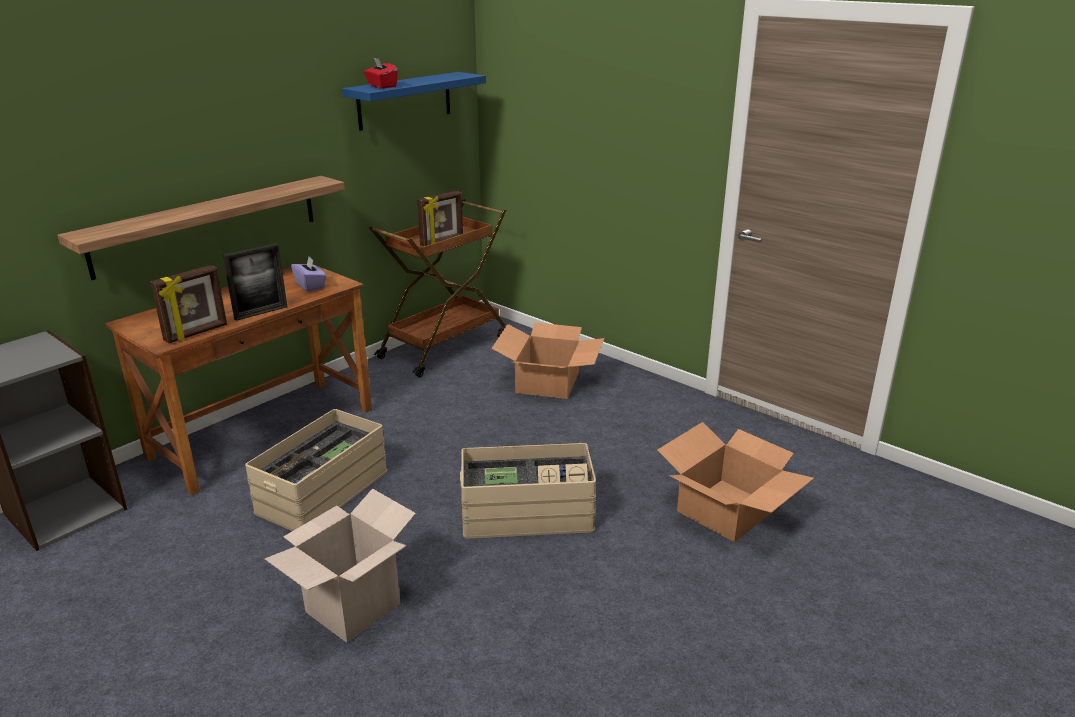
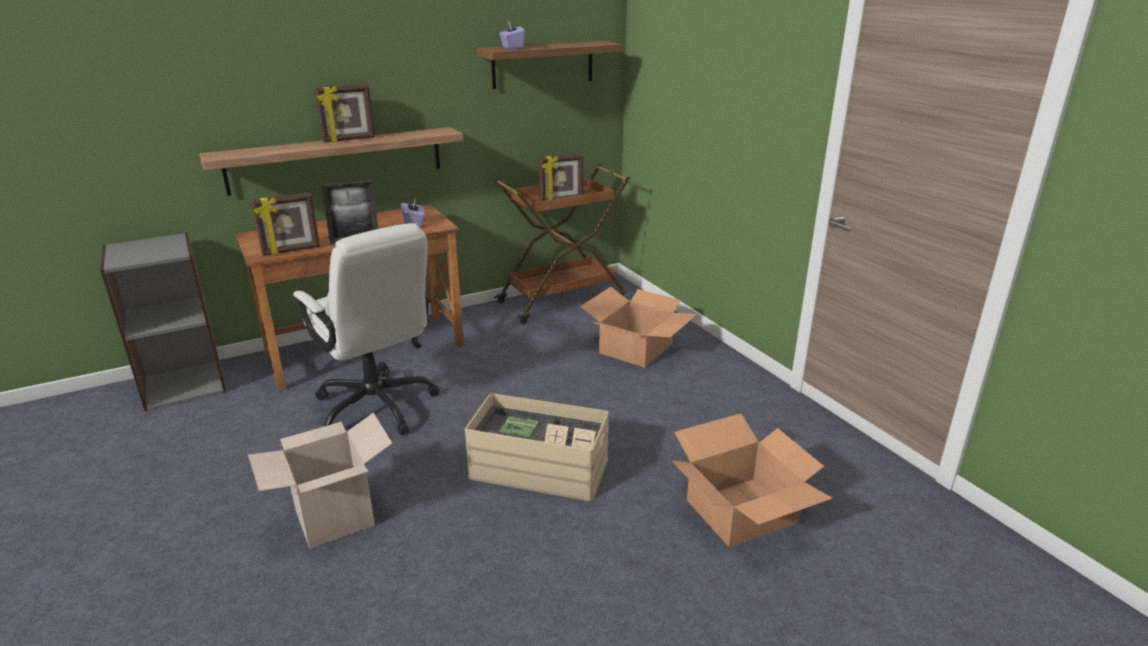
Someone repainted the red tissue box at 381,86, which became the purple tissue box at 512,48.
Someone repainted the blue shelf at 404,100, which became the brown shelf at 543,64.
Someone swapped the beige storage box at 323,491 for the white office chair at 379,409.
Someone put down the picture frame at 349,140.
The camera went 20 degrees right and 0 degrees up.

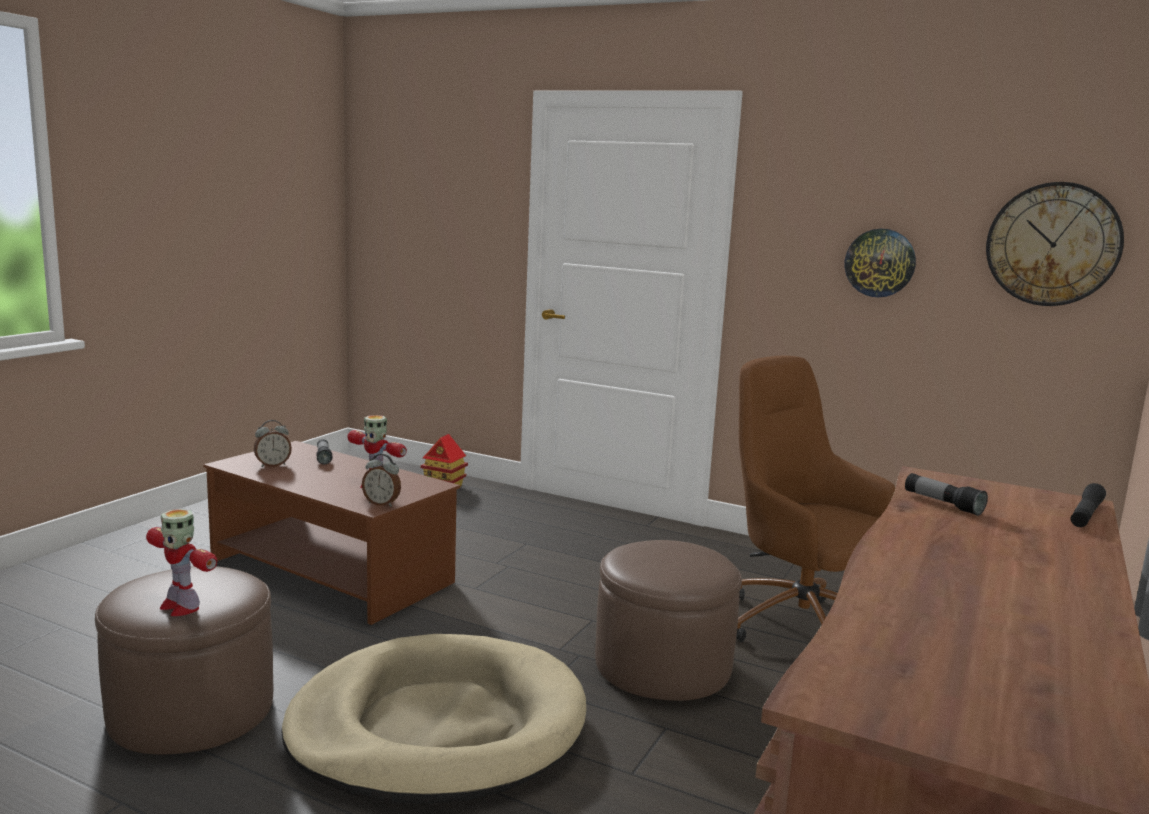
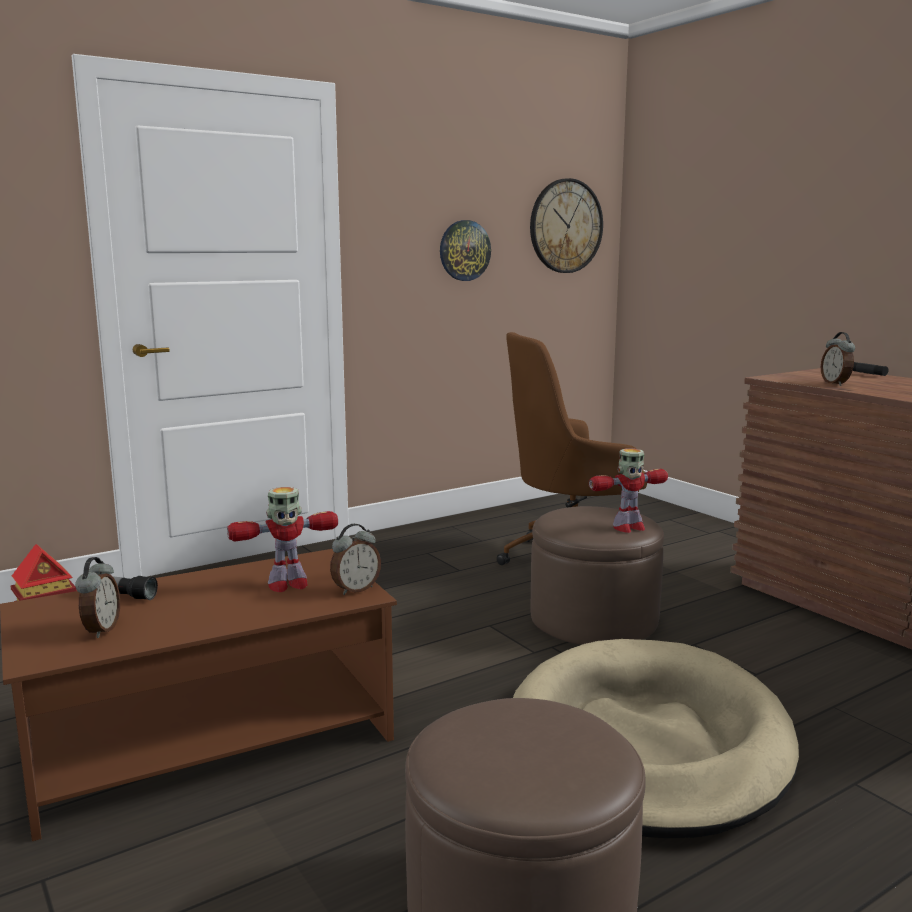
Someone swapped the flashlight at 942,504 for the alarm clock at 836,384.
Someone carried the toy robot from 180,606 to 628,527.
The camera went 60 degrees left and 0 degrees up.

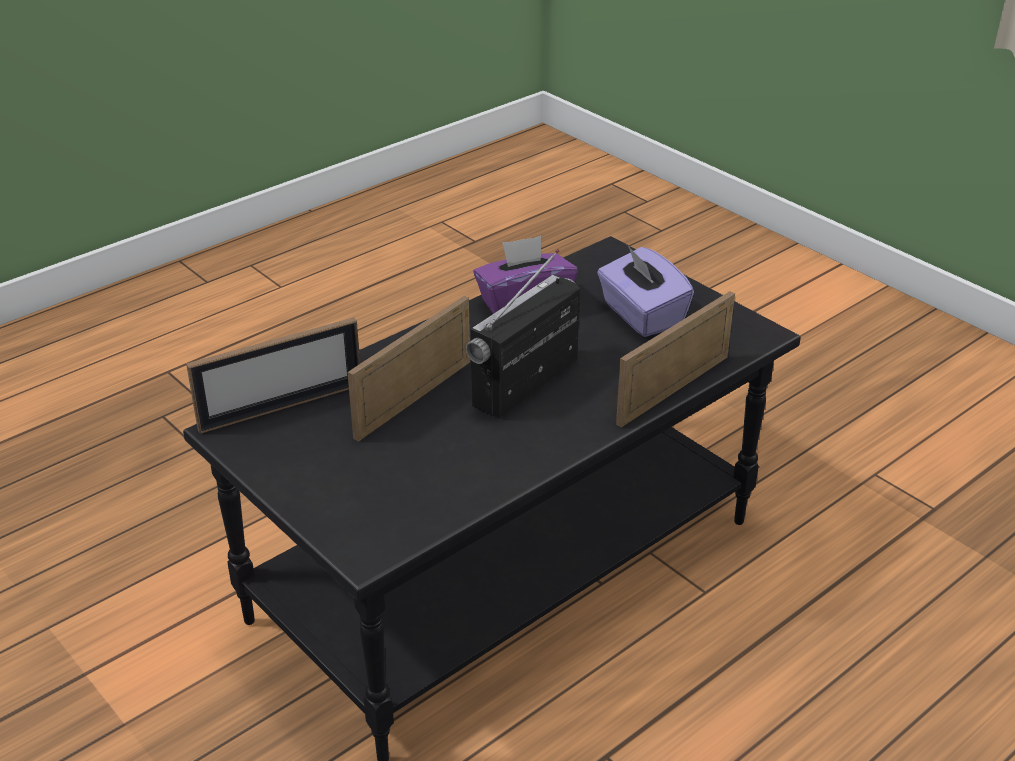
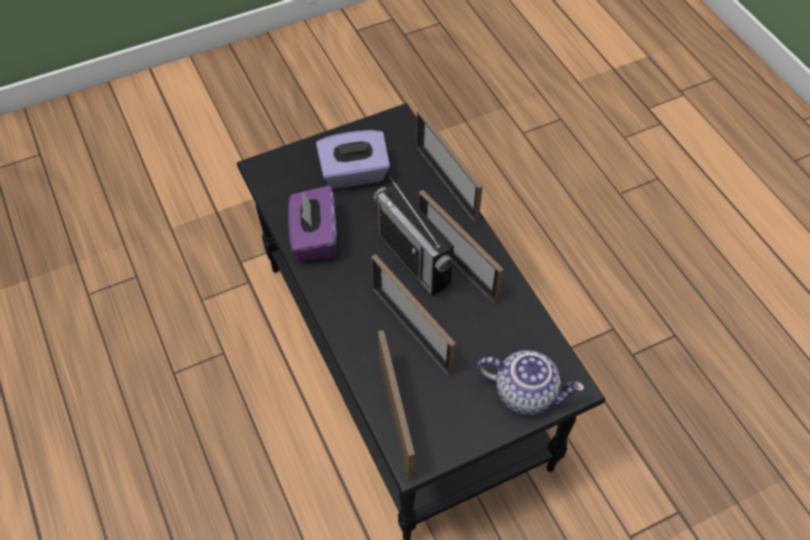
Someone put down the picture frame at 457,262.
Someone put down the teapot at 526,392.
The camera went 75 degrees left and 20 degrees up.

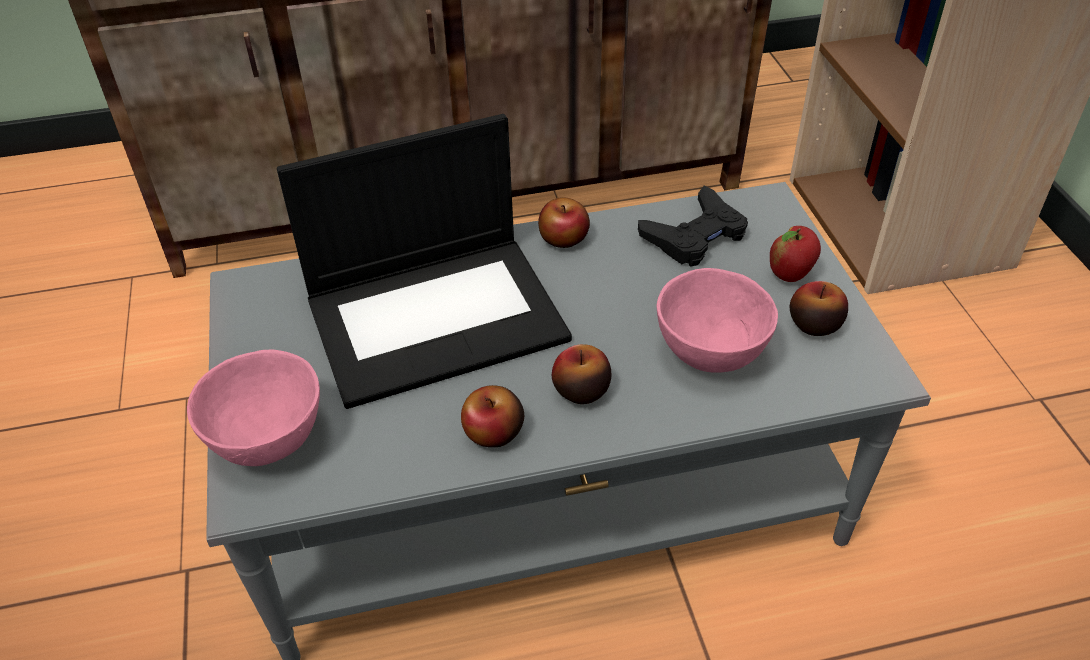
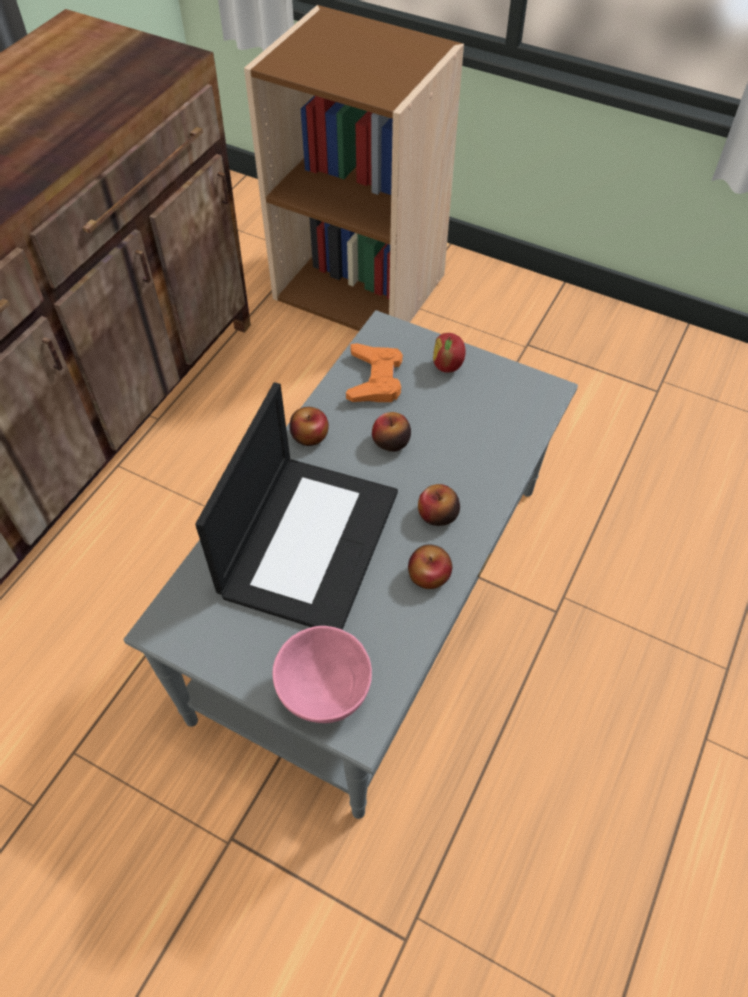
Someone repainted the black game controller at 695,235, which became the orange game controller at 375,379.
Someone took away the pink bowl at 709,352.
Someone carried the apple from 814,324 to 391,442.
The camera went 50 degrees left and 10 degrees up.

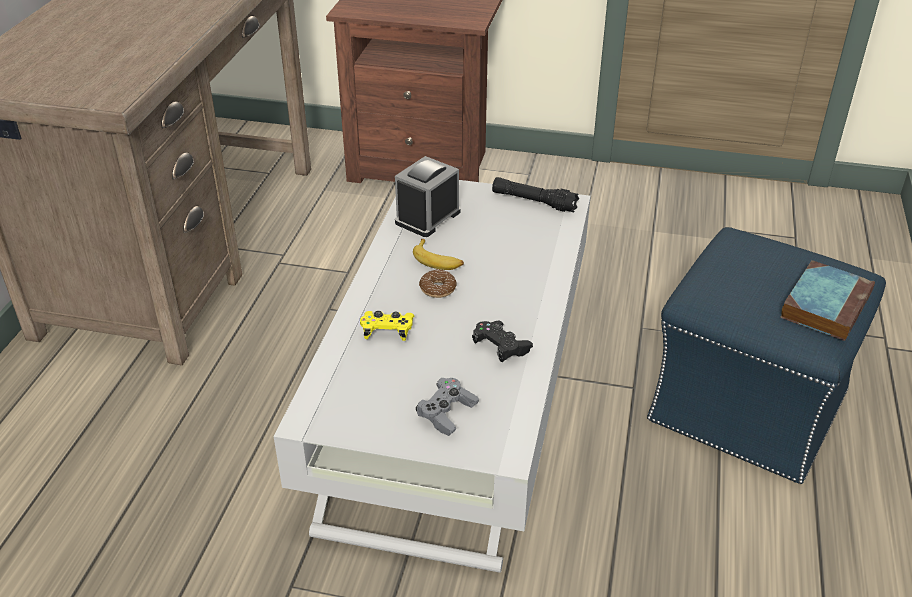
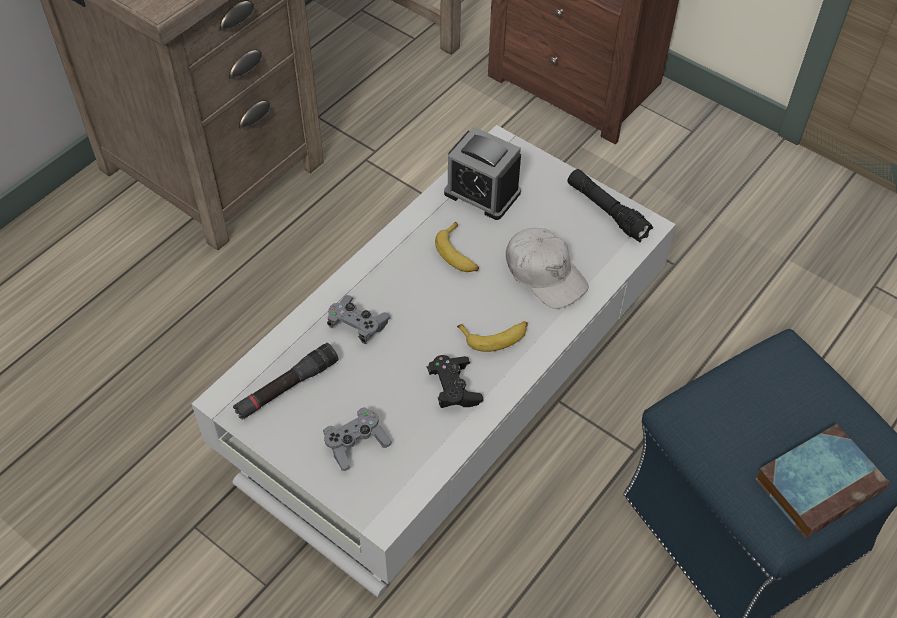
Someone rotated the alarm clock at 428,217 by 120 degrees counterclockwise.
Someone took away the donut at 437,289.
Someone repainted the yellow game controller at 387,332, which became the grey game controller at 358,325.
Someone put down the white cap at 545,274.
Someone put down the banana at 495,336.
Someone put down the black flashlight at 287,387.
The camera went 25 degrees right and 15 degrees up.

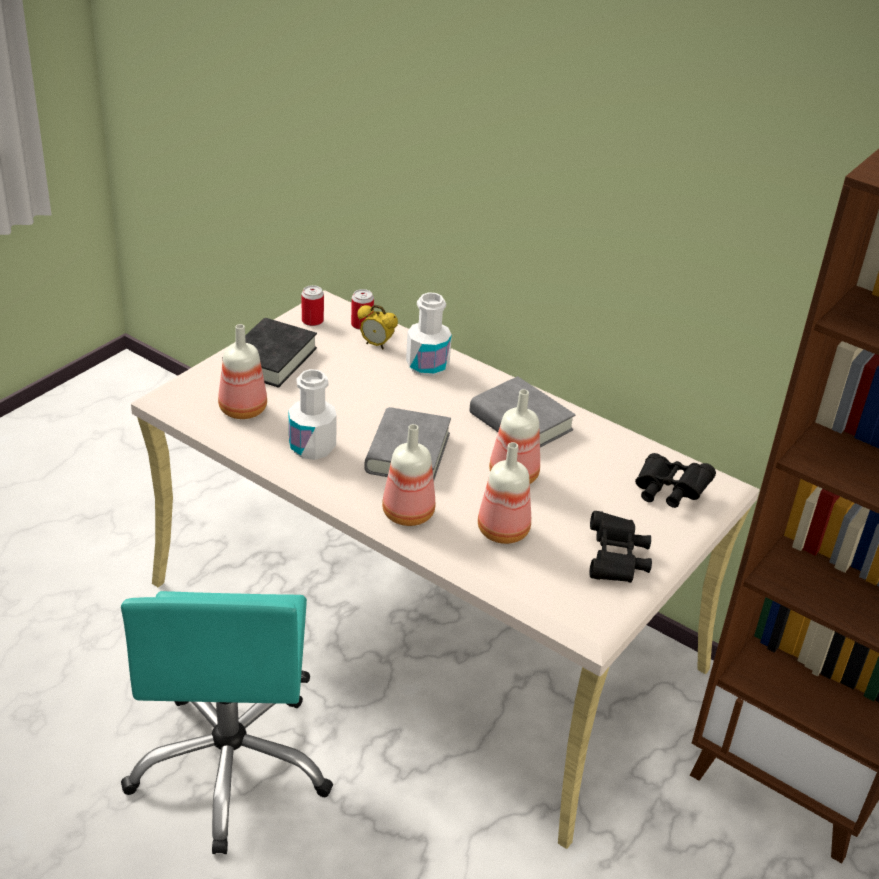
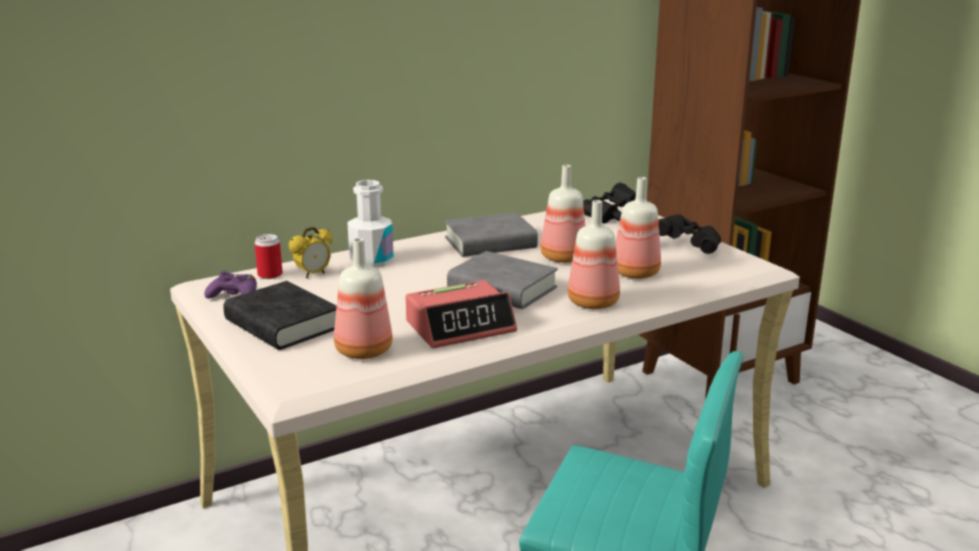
Someone swapped the can at 312,321 for the purple game controller at 234,295.
Someone swapped the white bottle at 312,447 for the alarm clock at 461,327.
The camera went 65 degrees left and 15 degrees down.

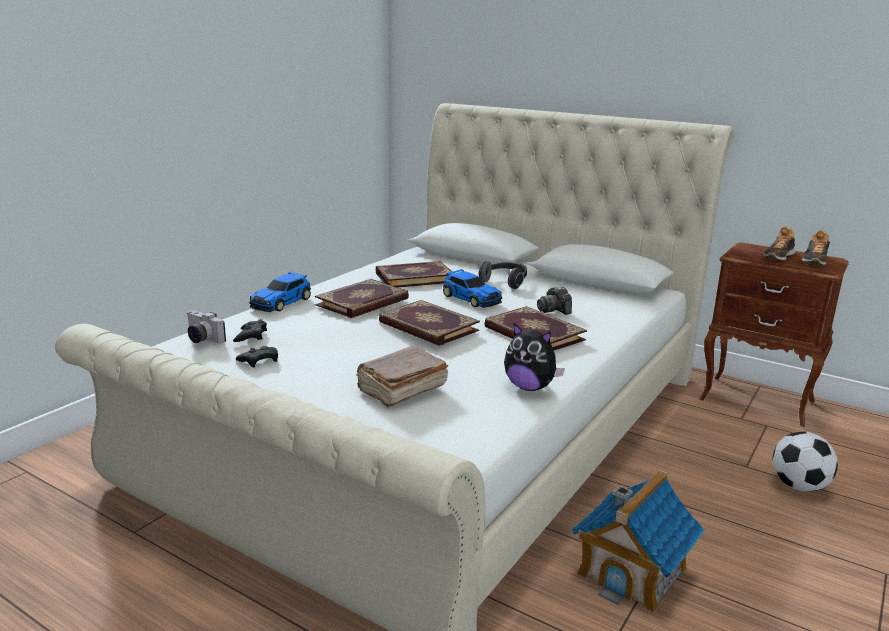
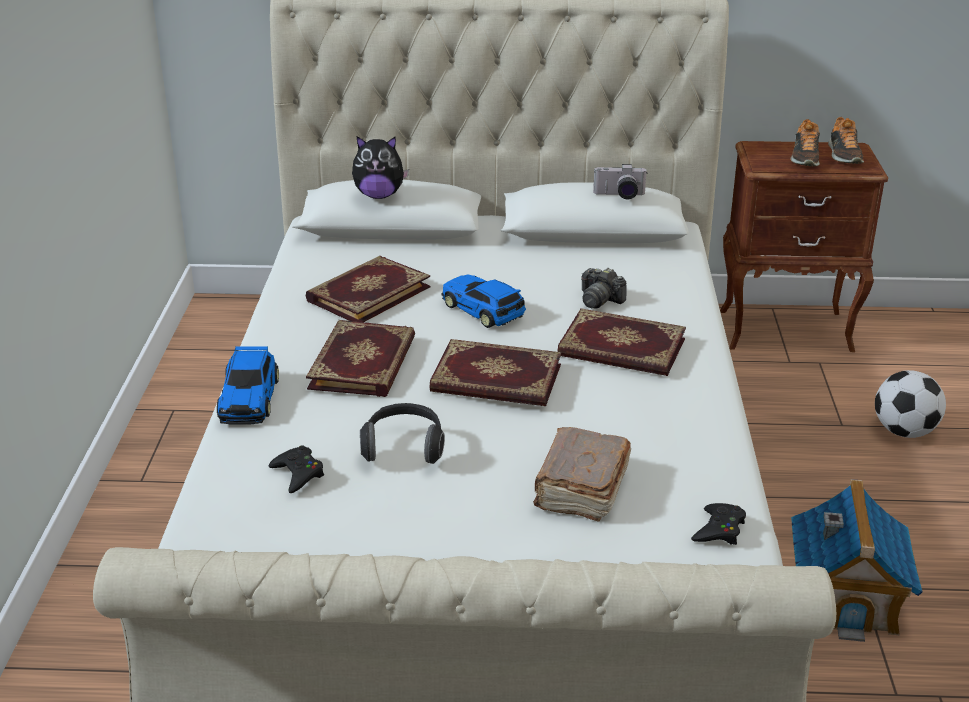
Someone carried the headphones from 505,282 to 404,447.
Someone rotated the toy car at 471,298 by 150 degrees counterclockwise.
Someone carried the photo camera from 201,339 to 619,196.
Someone carried the plush toy from 530,387 to 379,195.
Someone carried the black game controller from 259,360 to 719,530.
The camera went 30 degrees left and 10 degrees up.

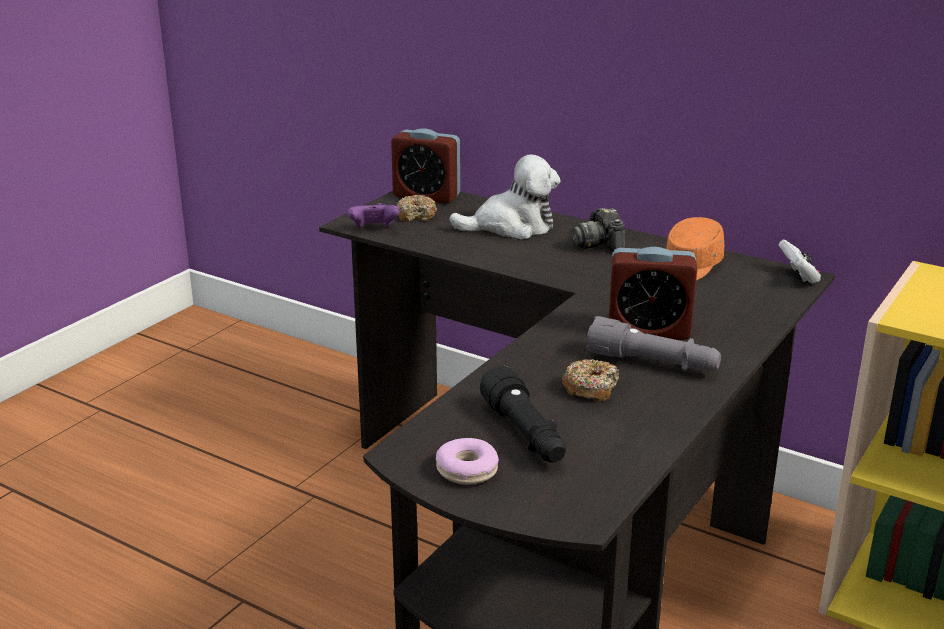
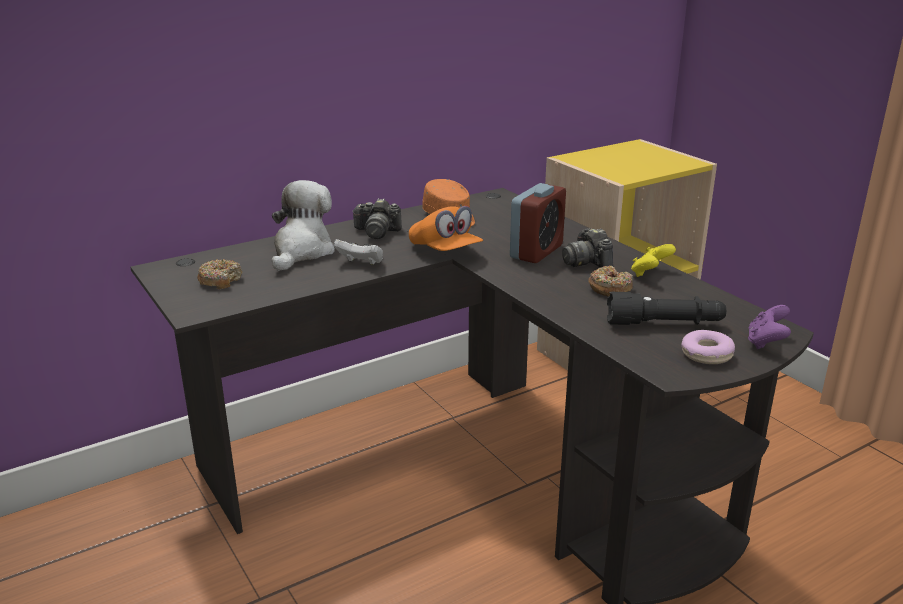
Someone took away the alarm clock at 426,196.
Someone carried the purple game controller from 374,230 to 766,343.
Someone carried the white game controller from 798,277 to 361,263.
Someone swapped the grey flashlight at 653,363 for the photo camera at 587,262.
Someone put down the orange cap at 445,251.
Someone put down the yellow game controller at 650,274.
The camera went 65 degrees left and 0 degrees up.

